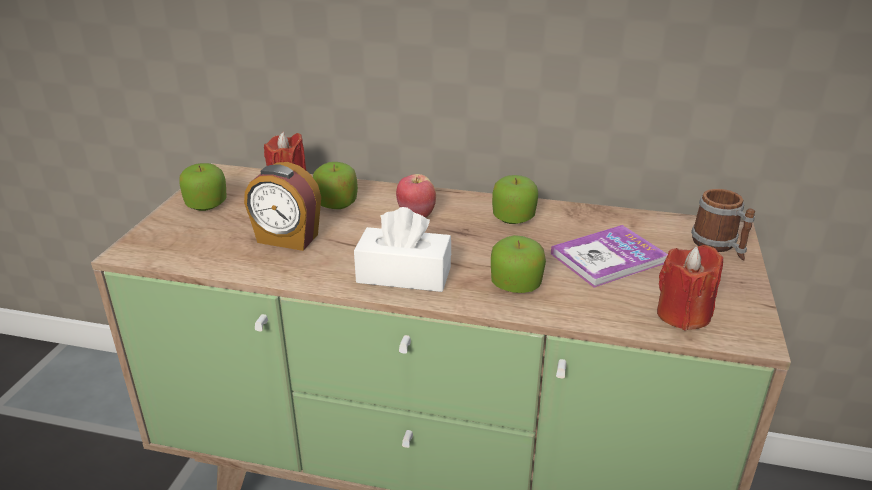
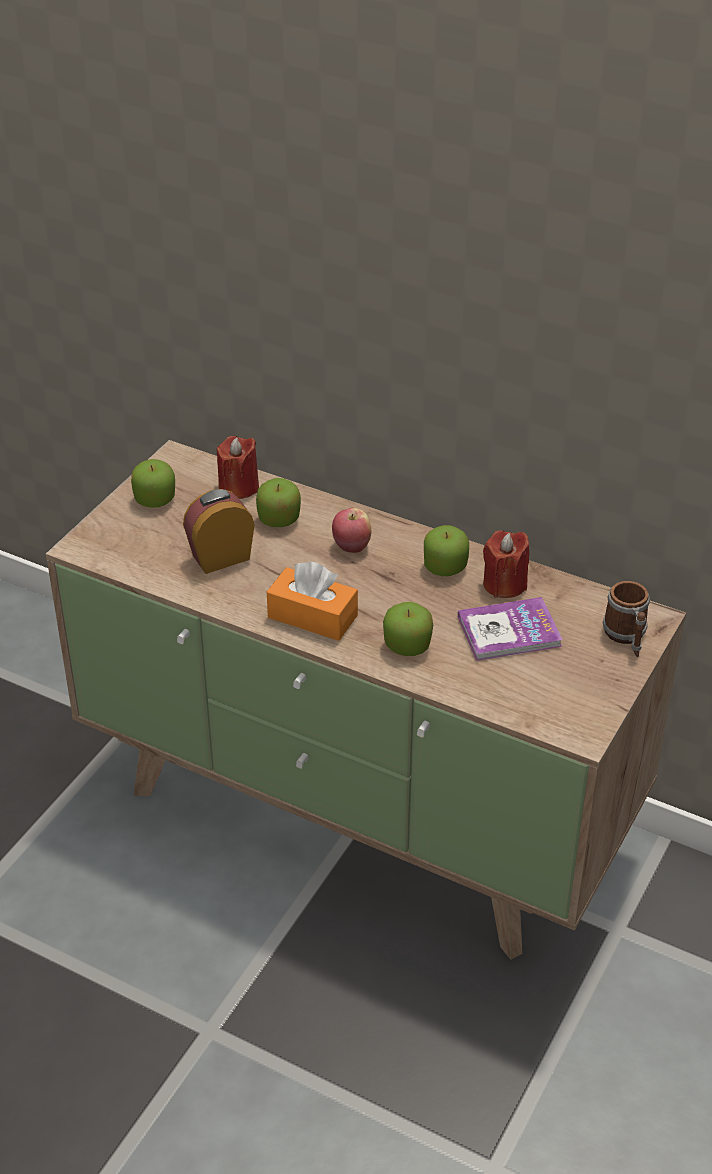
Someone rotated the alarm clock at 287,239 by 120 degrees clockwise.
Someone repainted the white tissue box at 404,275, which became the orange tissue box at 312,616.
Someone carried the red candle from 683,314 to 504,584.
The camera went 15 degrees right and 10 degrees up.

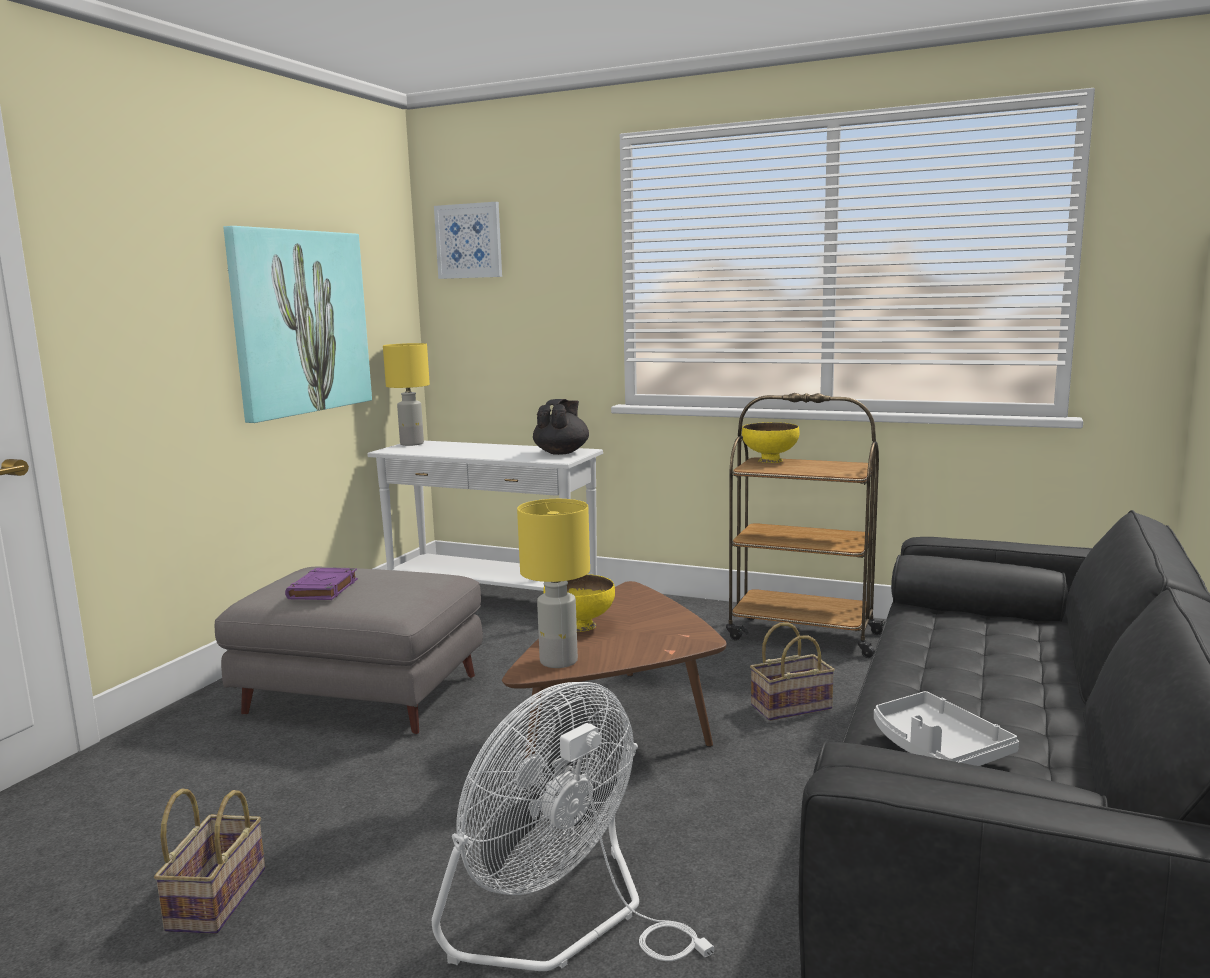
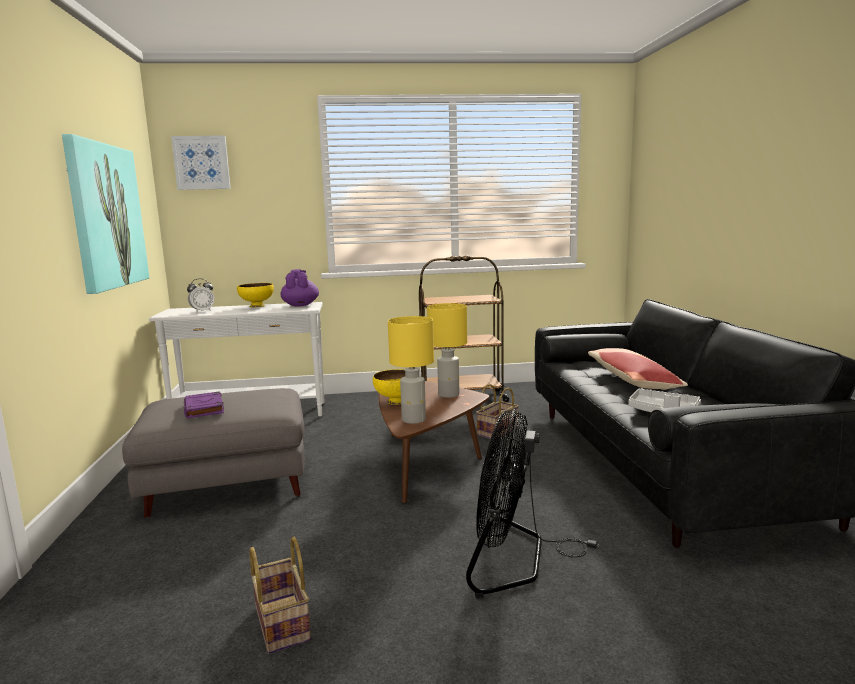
Someone carried the yellow table lamp from 412,444 to 448,394.
Someone repainted the black teapot at 562,452, which became the purple teapot at 300,305.
Someone carried the yellow bowl from 770,460 to 257,306.
Someone repainted the white fan at 578,920, which became the black fan at 517,554.
Someone put down the alarm clock at 202,311.
Someone put down the pillow at 632,380.
The camera went 30 degrees left and 0 degrees up.

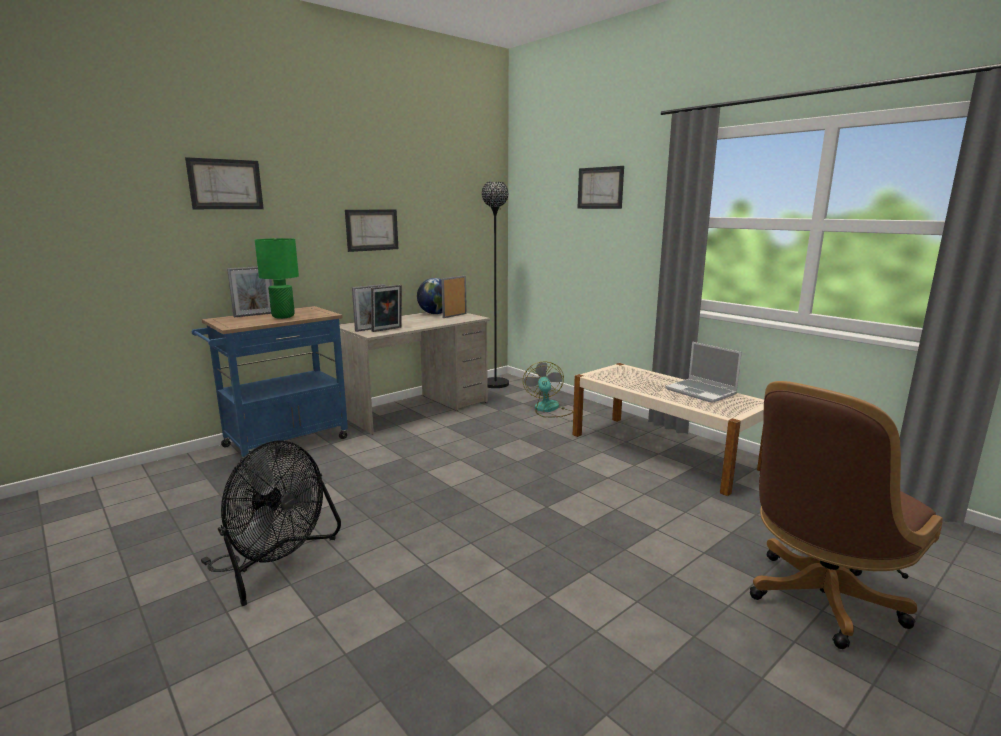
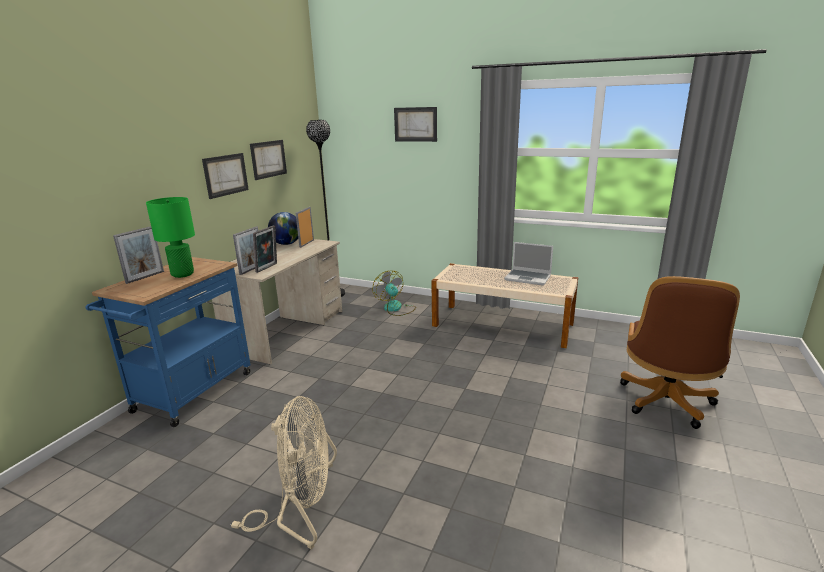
Someone carried the picture from 225,184 to 268,159.
Someone repainted the black fan at 271,564, which became the beige fan at 299,506.
The camera went 25 degrees left and 5 degrees up.

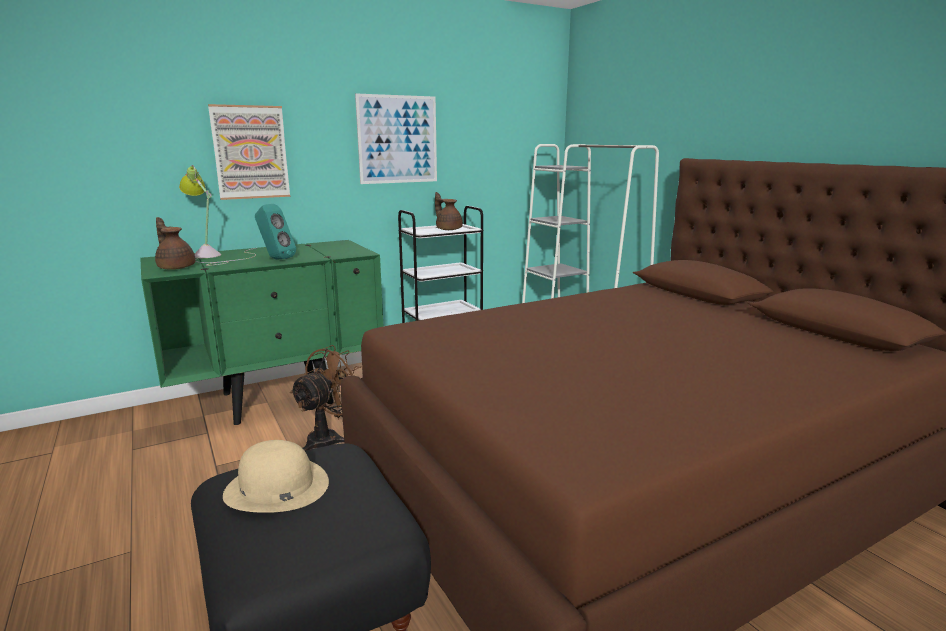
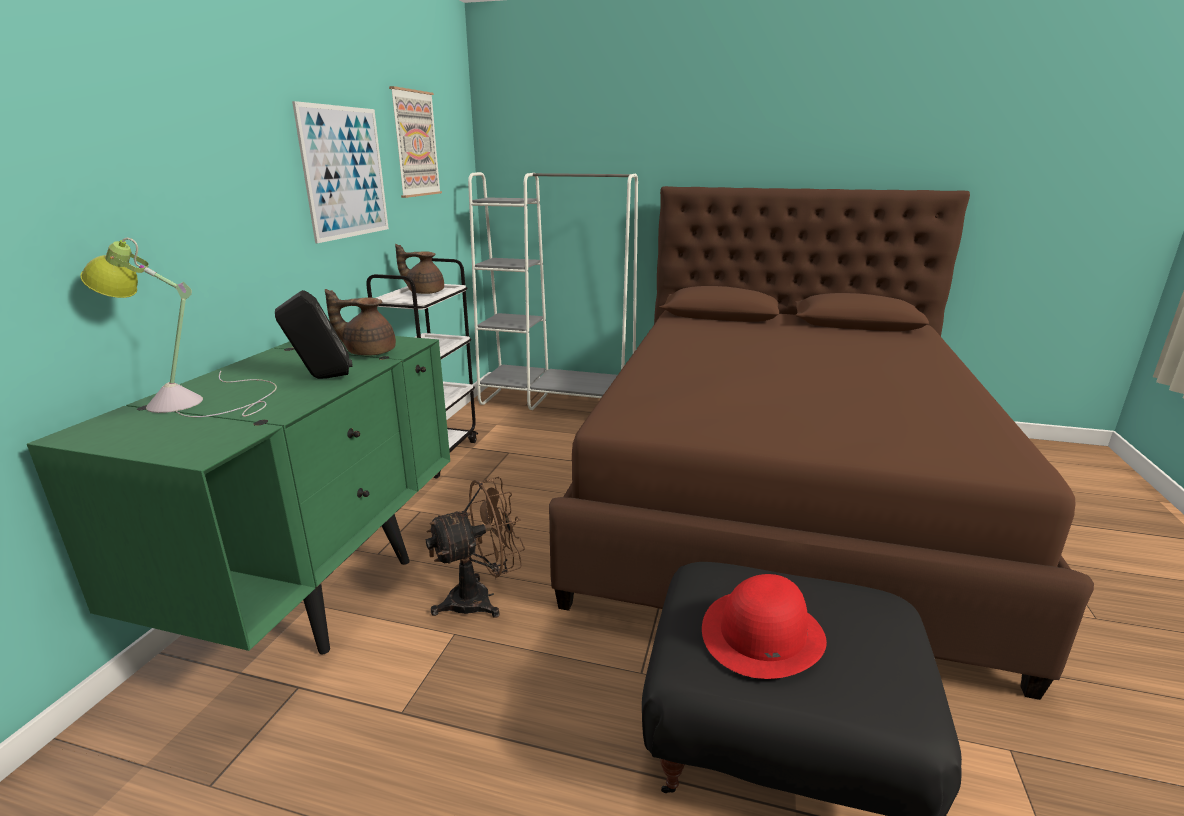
Someone carried the picture from 250,152 to 415,144.
Someone repainted the turquoise speaker at 276,259, which became the black speaker at 321,378.
Someone carried the brown teapot from 176,267 to 369,352.
Someone rotated the brown fan at 329,438 by 75 degrees clockwise.
Someone repainted the beige hat at 276,487, which became the red hat at 762,634.
The camera went 45 degrees left and 5 degrees up.

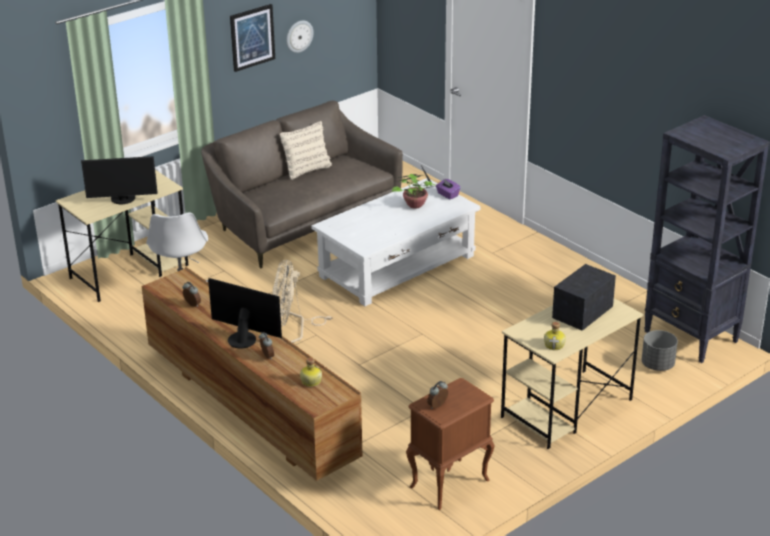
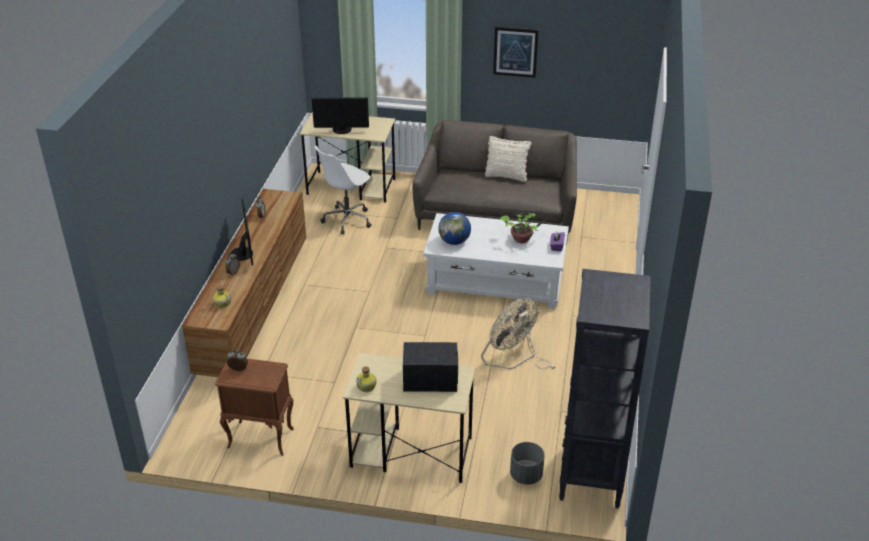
Someone took away the wall clock at 299,36.
Someone rotated the monitor at 123,200 by 45 degrees counterclockwise.
Someone carried the beige fan from 292,328 to 518,356.
Someone put down the globe at 454,242.
The camera went 50 degrees right and 5 degrees up.

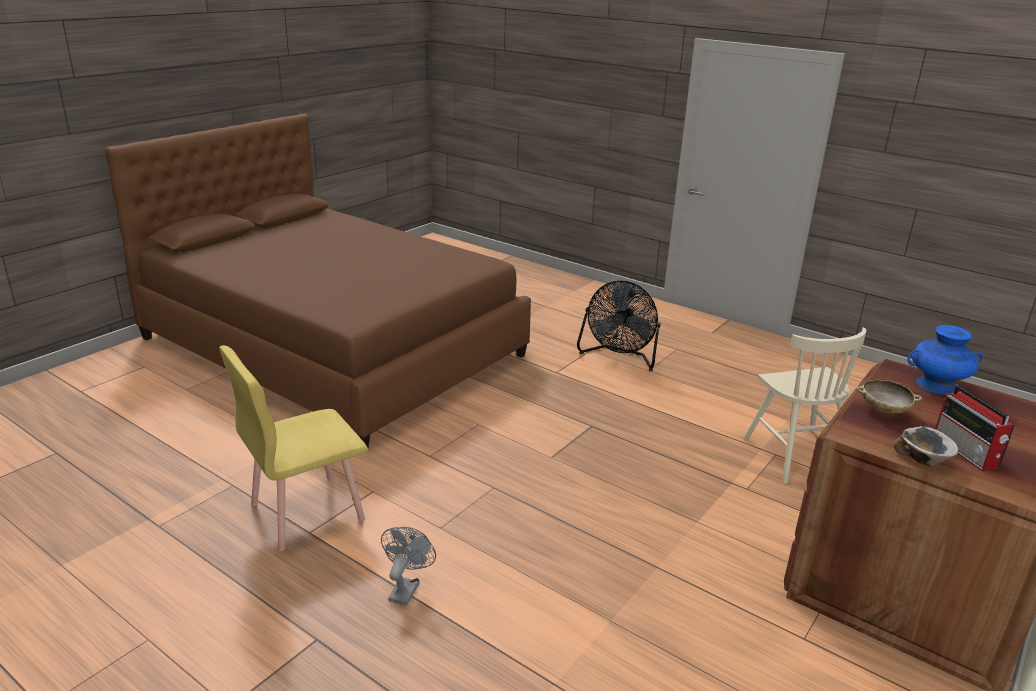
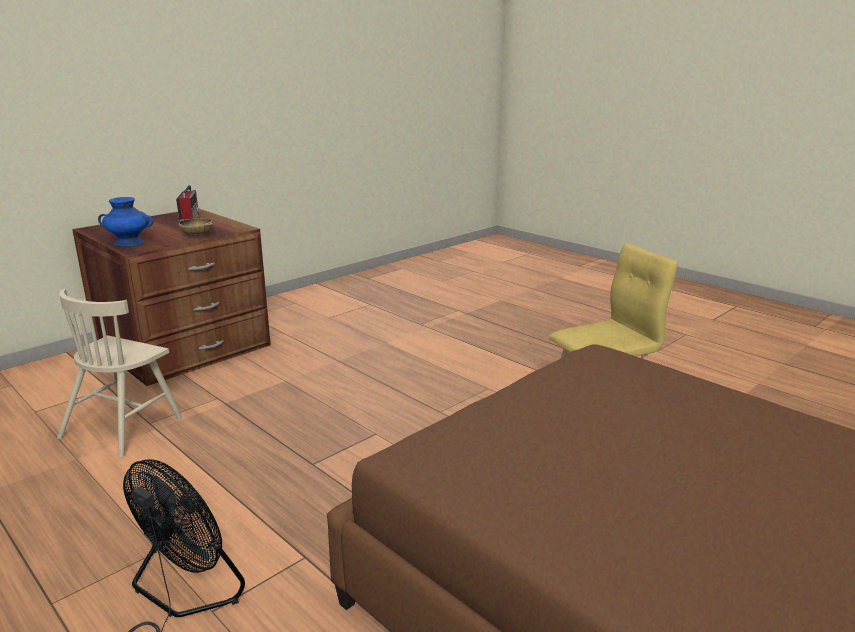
Someone rotated the beige chair at 795,451 by 150 degrees counterclockwise.
Someone took away the bowl at 924,459.
Someone took away the grey fan at 406,588.
The camera went 170 degrees left and 5 degrees down.

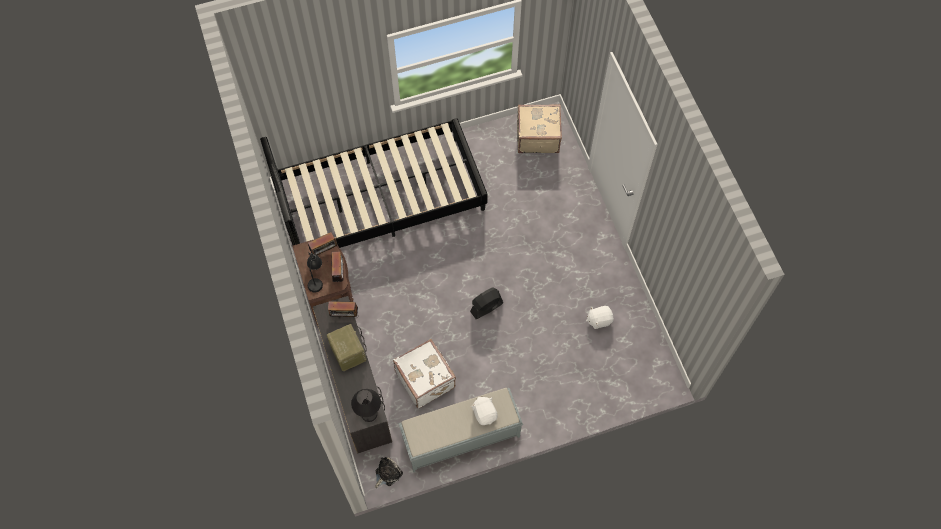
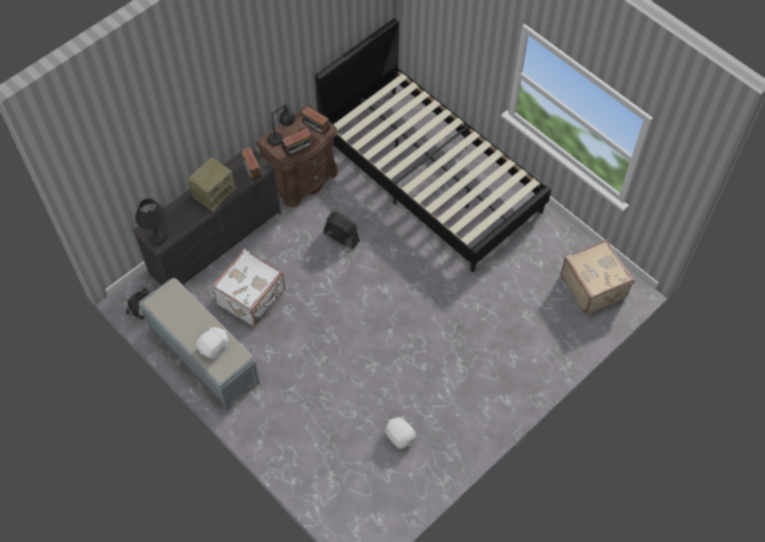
Someone carried the black fan from 486,307 to 341,236.
The camera went 65 degrees right and 5 degrees down.

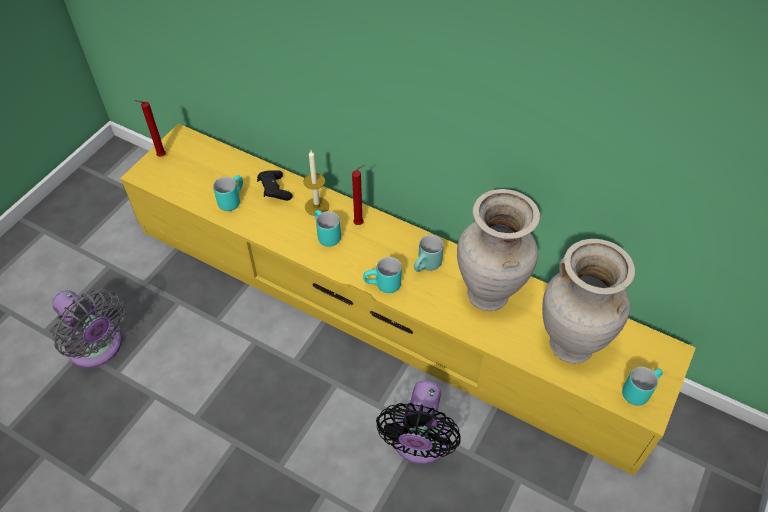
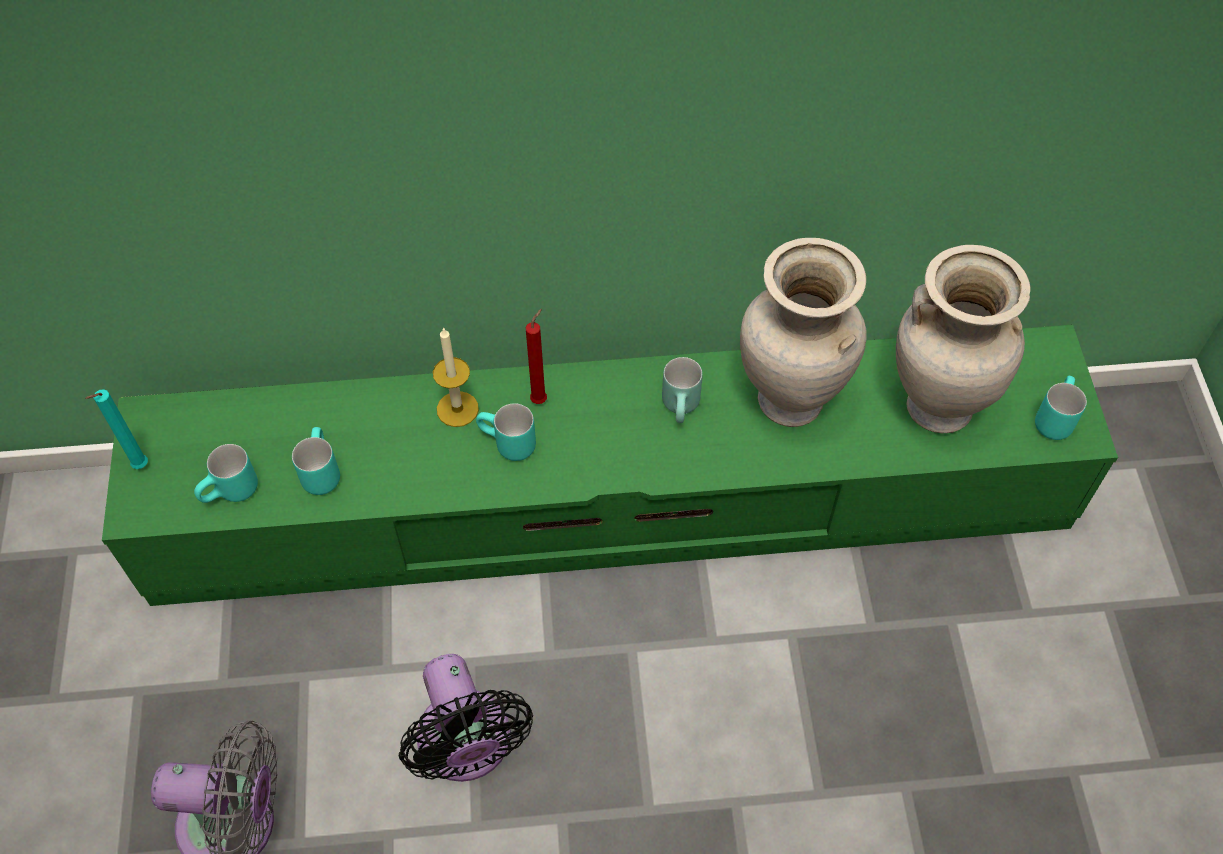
Someone repainted the red candle at 160,156, which became the turquoise candle at 139,467.
Someone repainted the yellow tv stand at 384,307, which became the green tv stand at 611,501.
Someone took away the black game controller at 274,191.
Someone carried the turquoise mug from 383,286 to 232,494.
Someone carried the black fan from 419,443 to 467,746.
The camera went 35 degrees left and 5 degrees up.

